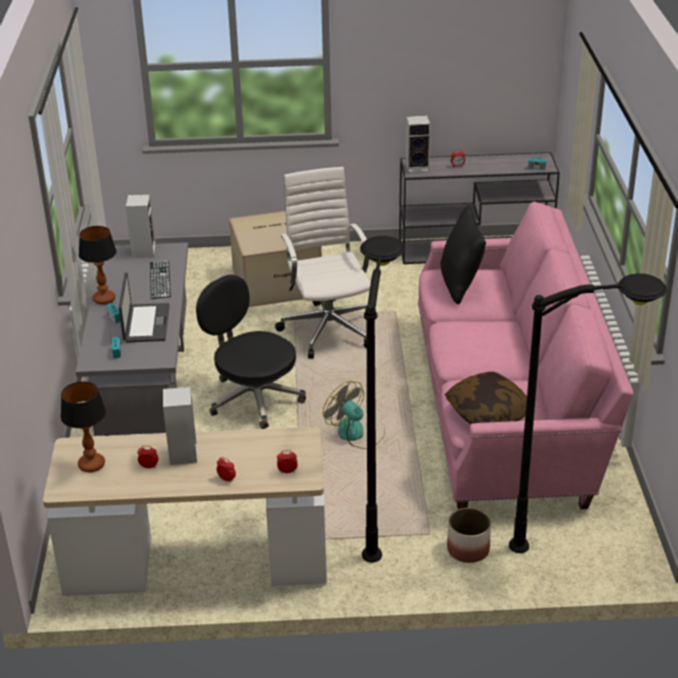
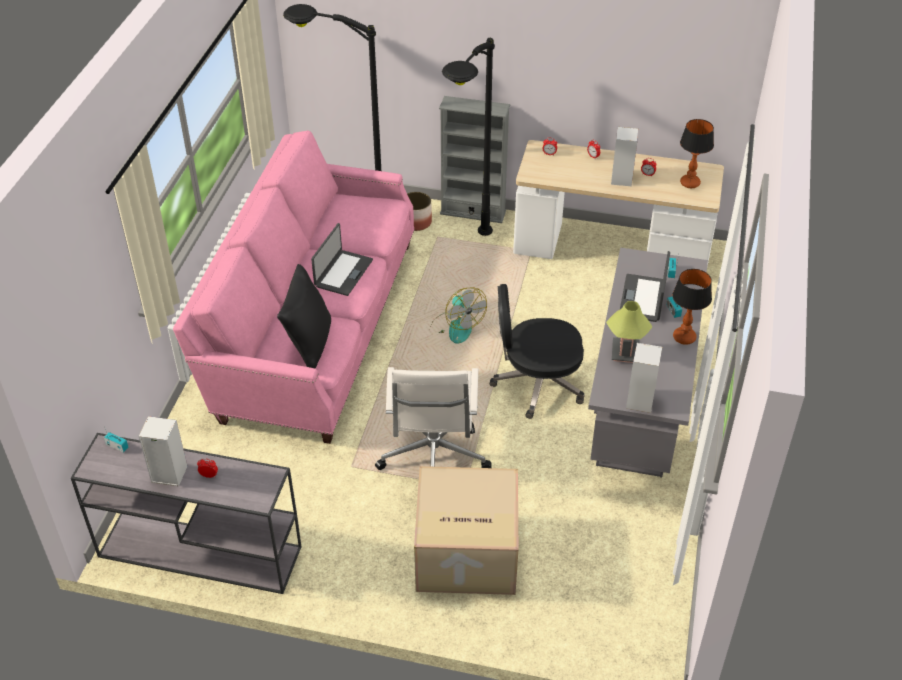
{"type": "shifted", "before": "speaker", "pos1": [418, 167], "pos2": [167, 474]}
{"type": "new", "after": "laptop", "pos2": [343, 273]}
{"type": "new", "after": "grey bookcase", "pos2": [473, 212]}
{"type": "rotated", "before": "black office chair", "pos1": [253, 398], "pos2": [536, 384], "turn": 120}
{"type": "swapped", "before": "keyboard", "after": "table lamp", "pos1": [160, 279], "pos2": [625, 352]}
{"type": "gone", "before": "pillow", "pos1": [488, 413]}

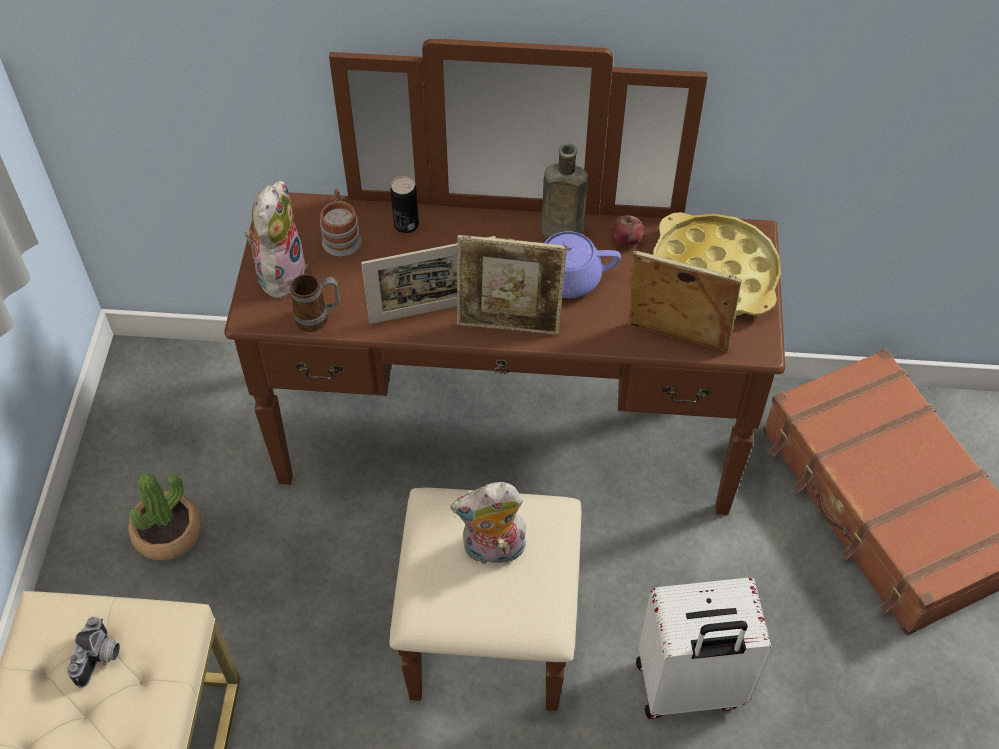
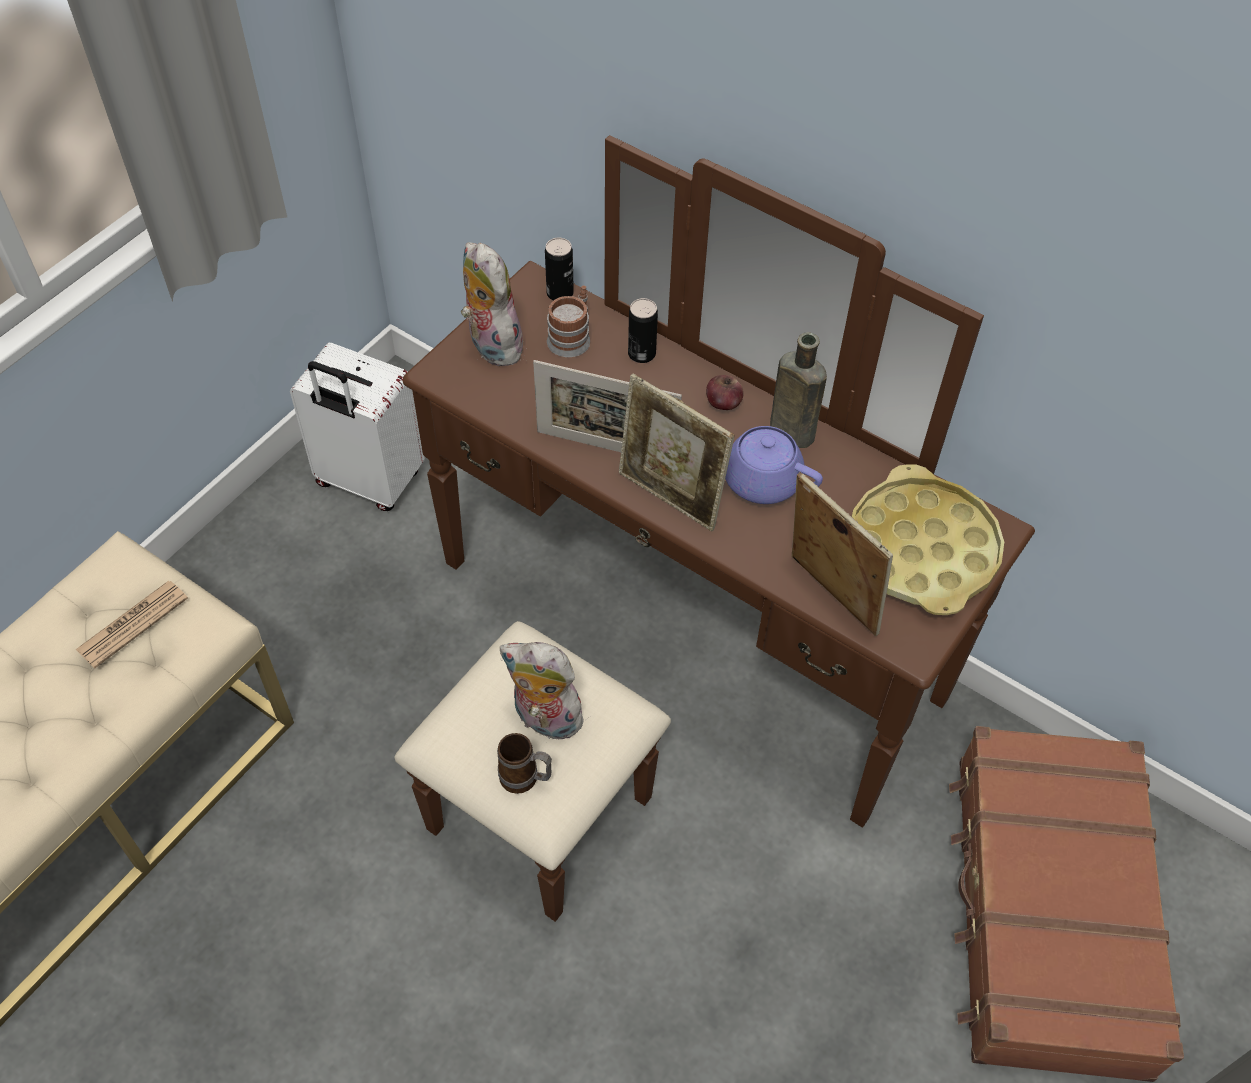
{"type": "swapped", "before": "photo camera", "after": "newspaper", "pos1": [100, 659], "pos2": [132, 624]}
{"type": "shifted", "before": "white suitcase", "pos1": [689, 688], "pos2": [368, 481]}
{"type": "rotated", "before": "plush toy", "pos1": [280, 272], "pos2": [491, 344], "turn": -75}
{"type": "shifted", "before": "mug", "pos1": [318, 318], "pos2": [526, 779]}
{"type": "new", "after": "can", "pos2": [560, 293]}
{"type": "shifted", "before": "apple", "pos1": [626, 239], "pos2": [723, 403]}
{"type": "gone", "before": "potted plant", "pos1": [168, 533]}

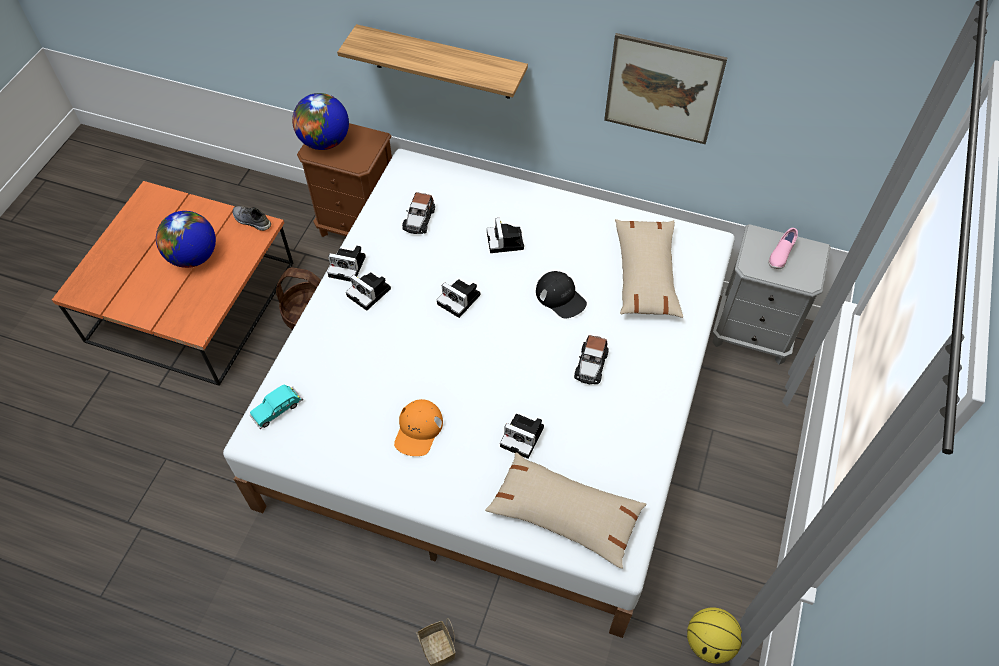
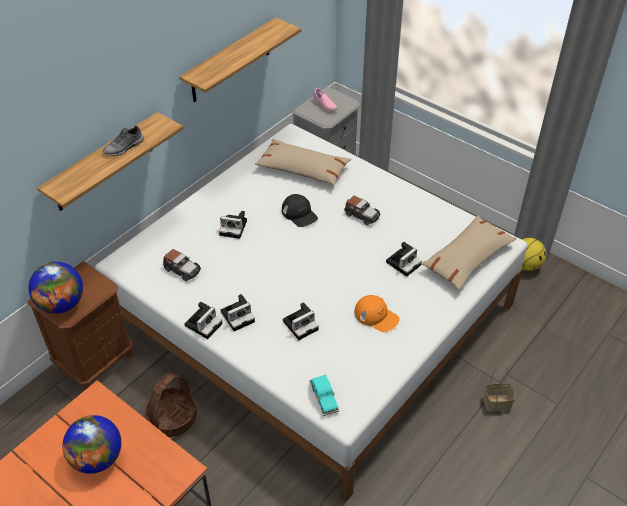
{"type": "shifted", "before": "grey shoe", "pos1": [251, 221], "pos2": [124, 148]}
{"type": "swapped", "before": "picture", "after": "shelf", "pos1": [662, 89], "pos2": [231, 61]}
{"type": "rotated", "before": "black cap", "pos1": [560, 297], "pos2": [299, 213], "turn": 75}
{"type": "shifted", "before": "photo camera", "pos1": [460, 300], "pos2": [301, 324]}

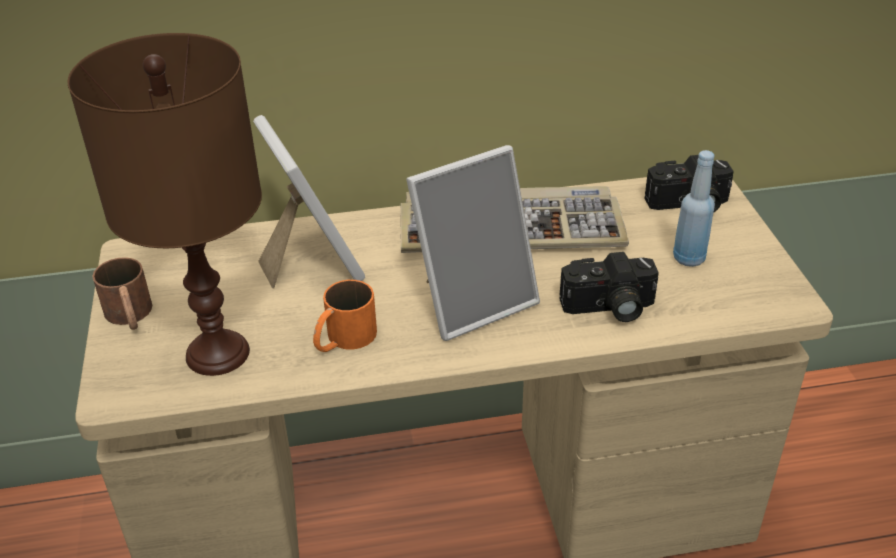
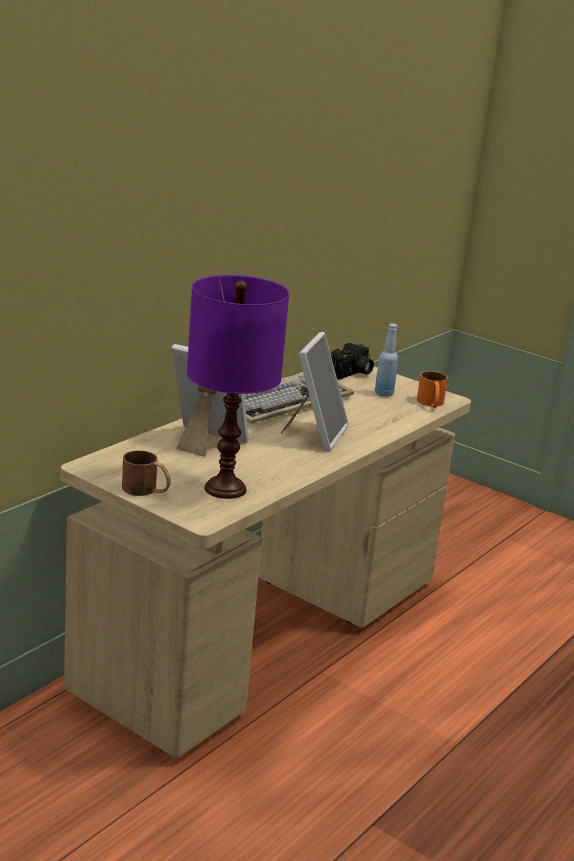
{"type": "repainted", "before": "brown table lamp", "after": "purple table lamp", "pos1": [218, 354], "pos2": [226, 489]}
{"type": "shifted", "before": "orange mug", "pos1": [343, 339], "pos2": [431, 404]}
{"type": "gone", "before": "photo camera", "pos1": [609, 308]}

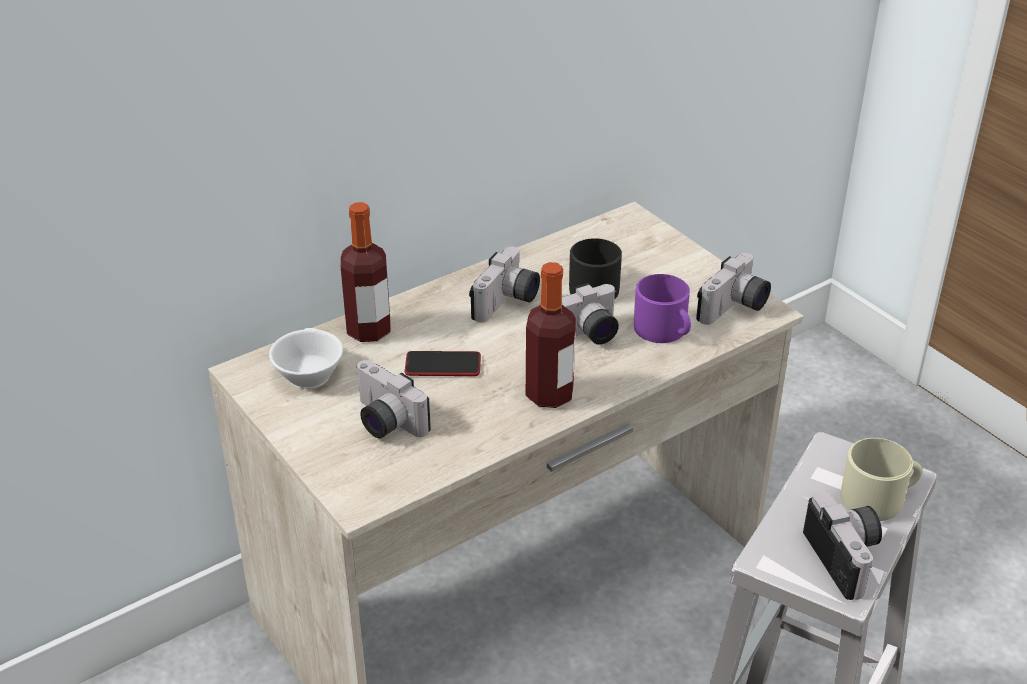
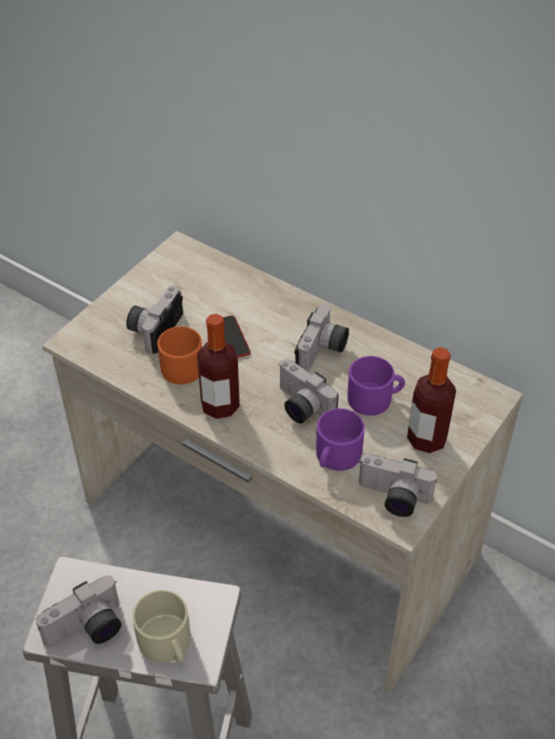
{"type": "new", "after": "orange mug", "pos2": [182, 364]}
{"type": "rotated", "before": "photo camera", "pos1": [507, 303], "pos2": [323, 352], "turn": -75}
{"type": "repainted", "before": "black mug", "after": "purple mug", "pos1": [595, 286], "pos2": [375, 398]}
{"type": "shifted", "before": "bottle", "pos1": [369, 330], "pos2": [426, 439]}
{"type": "gone", "before": "white cup", "pos1": [306, 374]}

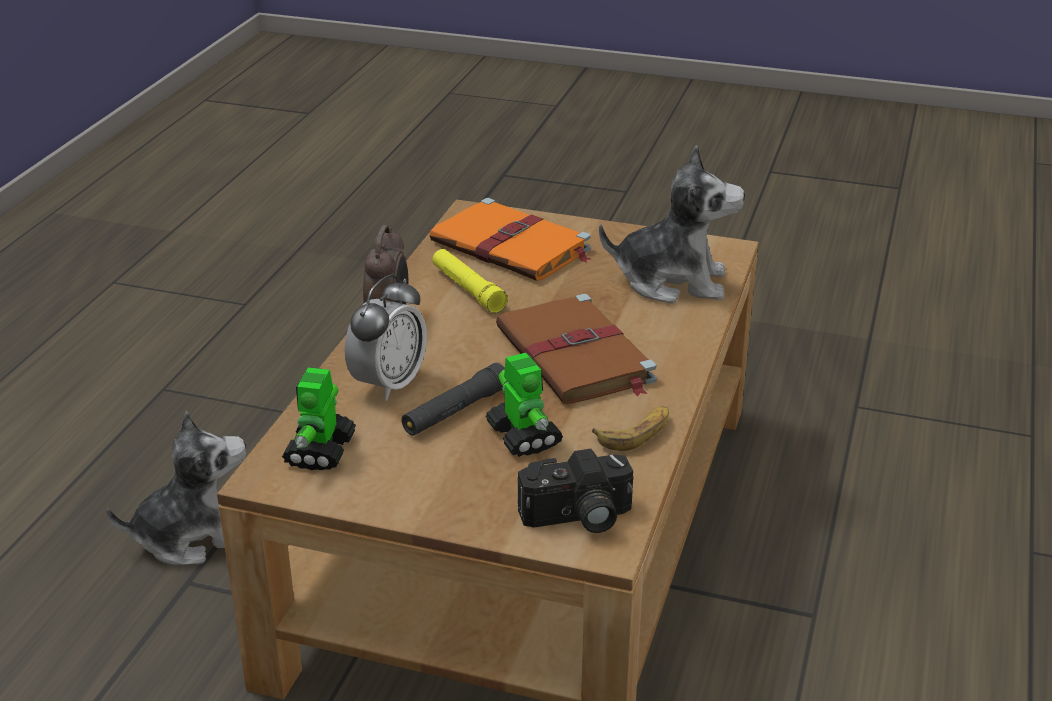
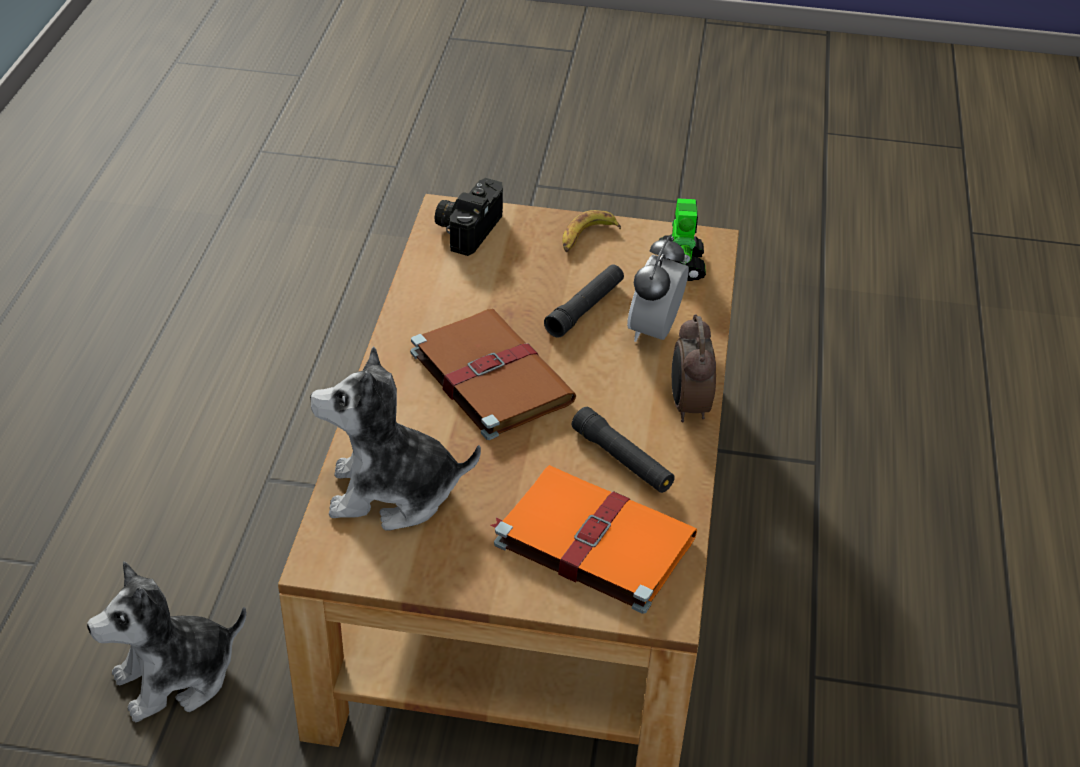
{"type": "shifted", "before": "plush toy", "pos1": [192, 537], "pos2": [176, 677]}
{"type": "rotated", "before": "photo camera", "pos1": [577, 518], "pos2": [467, 228], "turn": -45}
{"type": "shifted", "before": "banana", "pos1": [635, 433], "pos2": [586, 238]}
{"type": "repainted", "before": "yellow flashlight", "after": "black flashlight", "pos1": [468, 289], "pos2": [622, 460]}
{"type": "gone", "before": "toy robot", "pos1": [523, 435]}

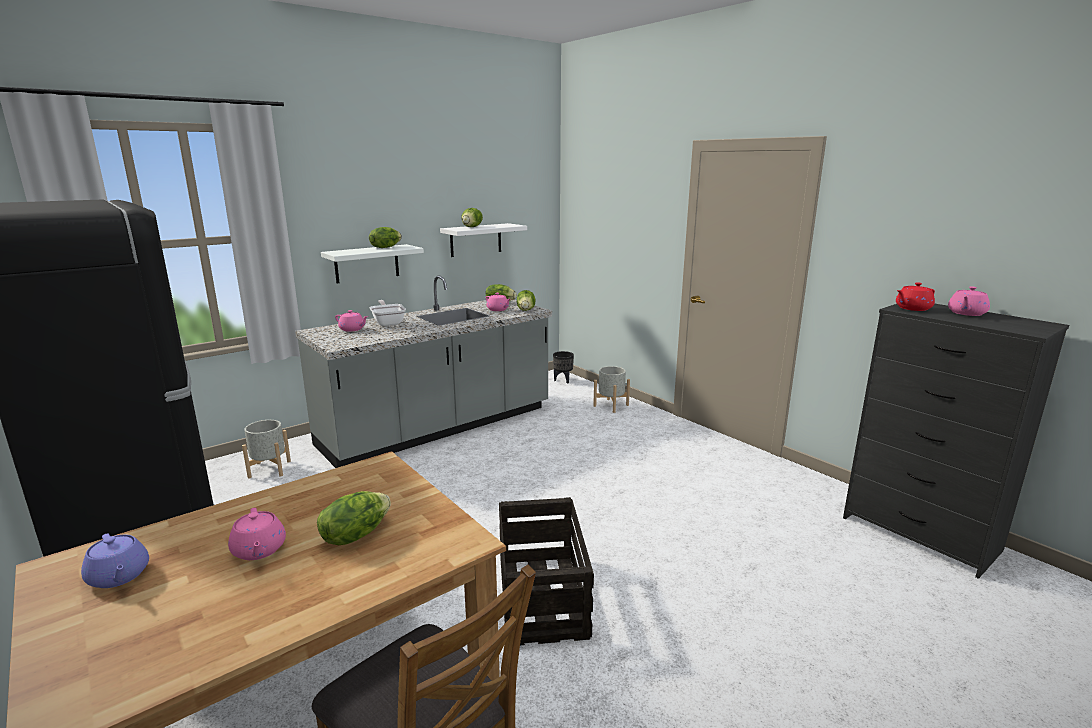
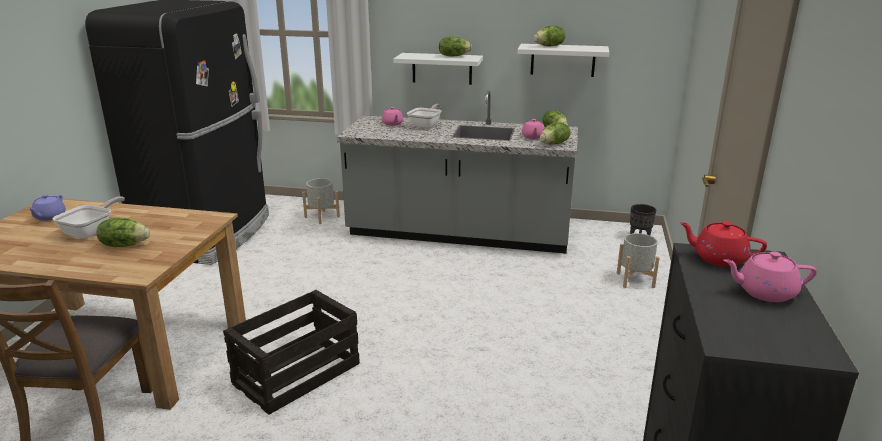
{"type": "swapped", "before": "pink teapot", "after": "frying pan", "pos1": [259, 550], "pos2": [91, 231]}

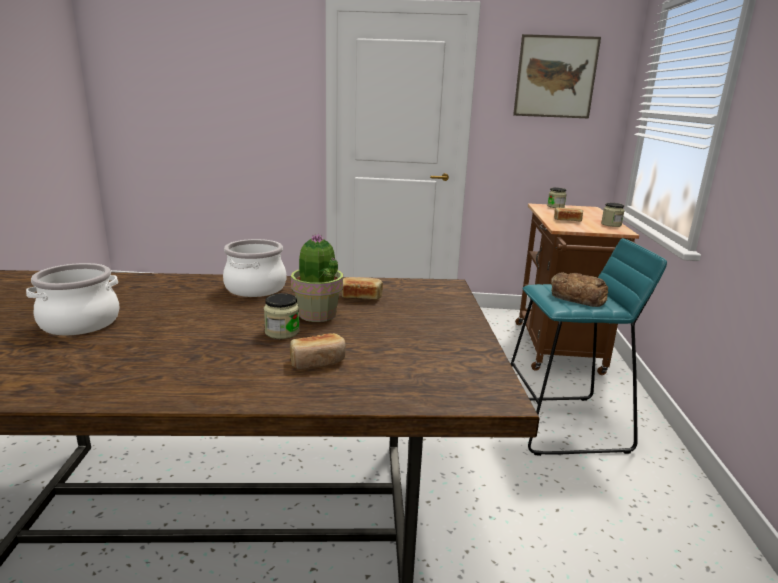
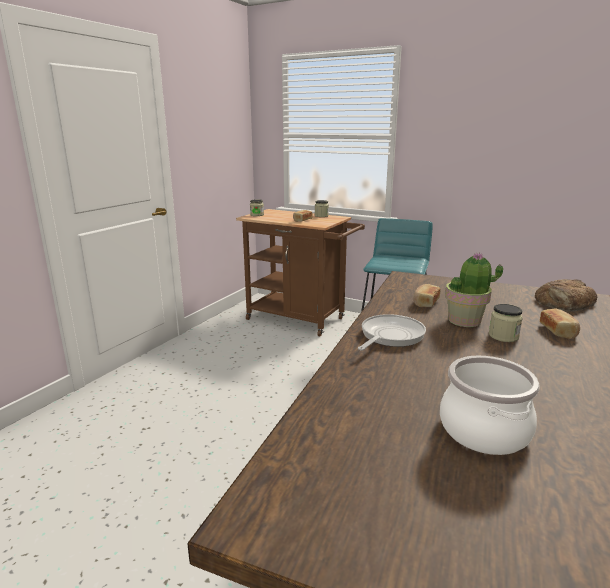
{"type": "swapped", "before": "cooking pot", "after": "frying pan", "pos1": [255, 288], "pos2": [390, 336]}
{"type": "shifted", "before": "bread", "pos1": [578, 296], "pos2": [564, 302]}
{"type": "gone", "before": "picture", "pos1": [555, 77]}

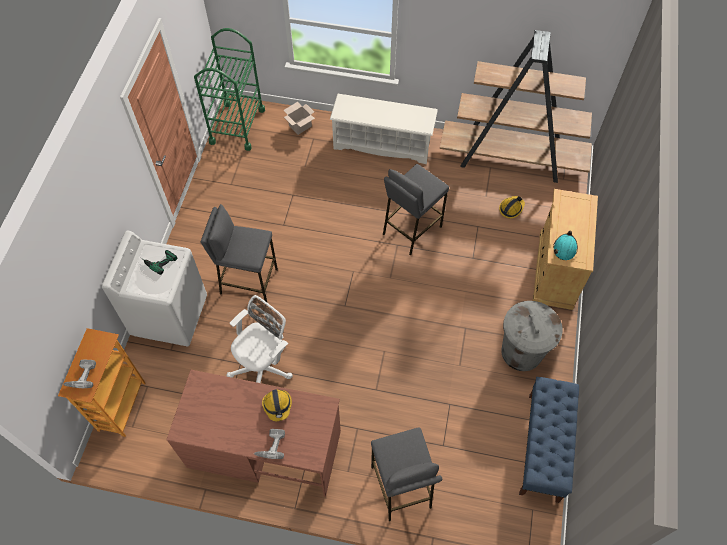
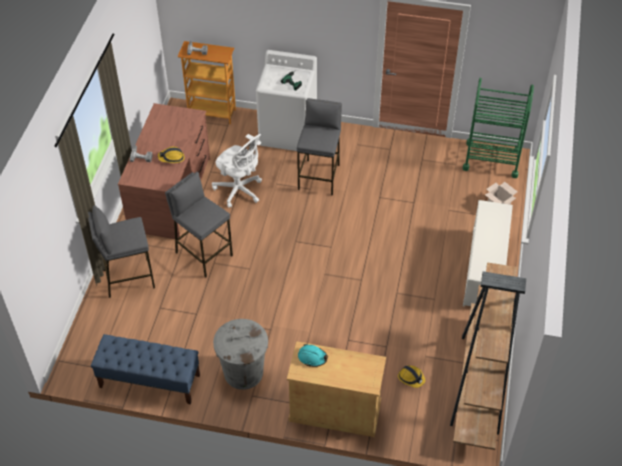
{"type": "shifted", "before": "grey stool", "pos1": [411, 230], "pos2": [203, 254]}

